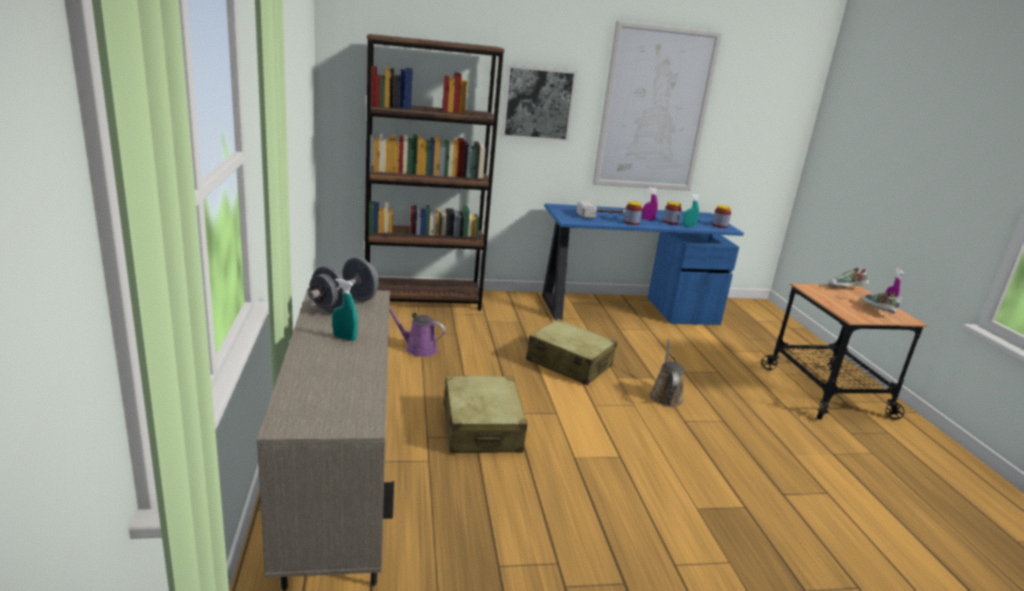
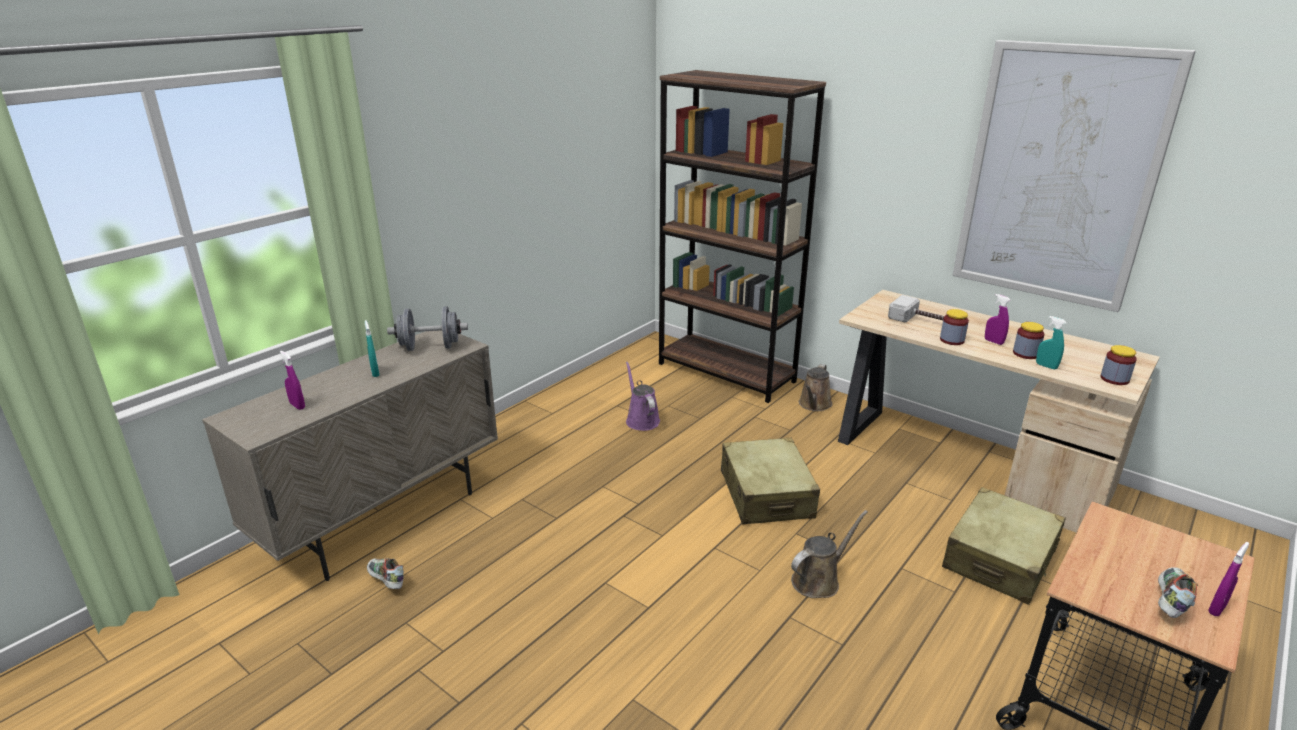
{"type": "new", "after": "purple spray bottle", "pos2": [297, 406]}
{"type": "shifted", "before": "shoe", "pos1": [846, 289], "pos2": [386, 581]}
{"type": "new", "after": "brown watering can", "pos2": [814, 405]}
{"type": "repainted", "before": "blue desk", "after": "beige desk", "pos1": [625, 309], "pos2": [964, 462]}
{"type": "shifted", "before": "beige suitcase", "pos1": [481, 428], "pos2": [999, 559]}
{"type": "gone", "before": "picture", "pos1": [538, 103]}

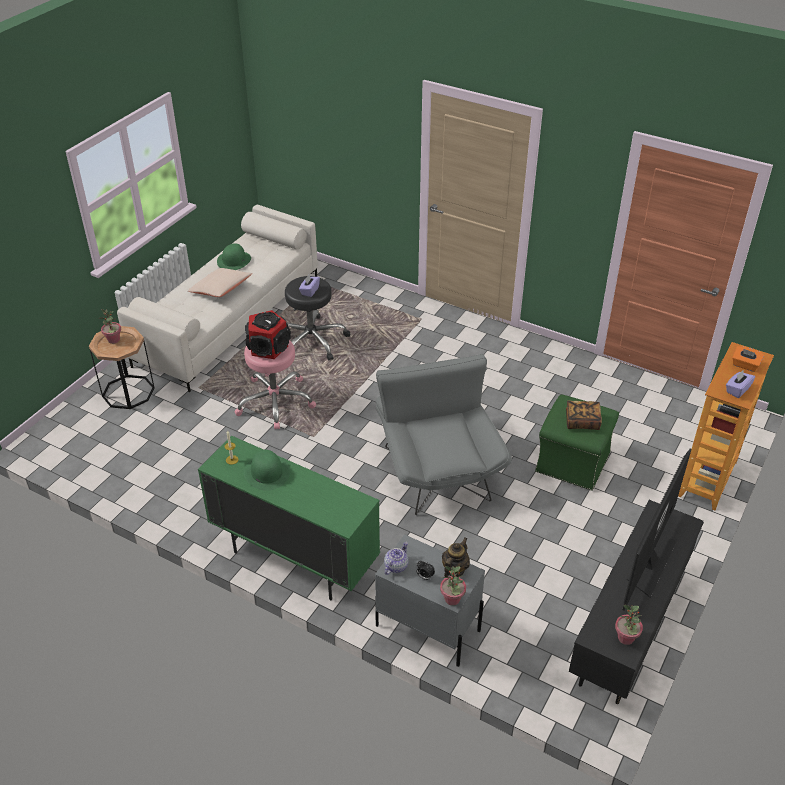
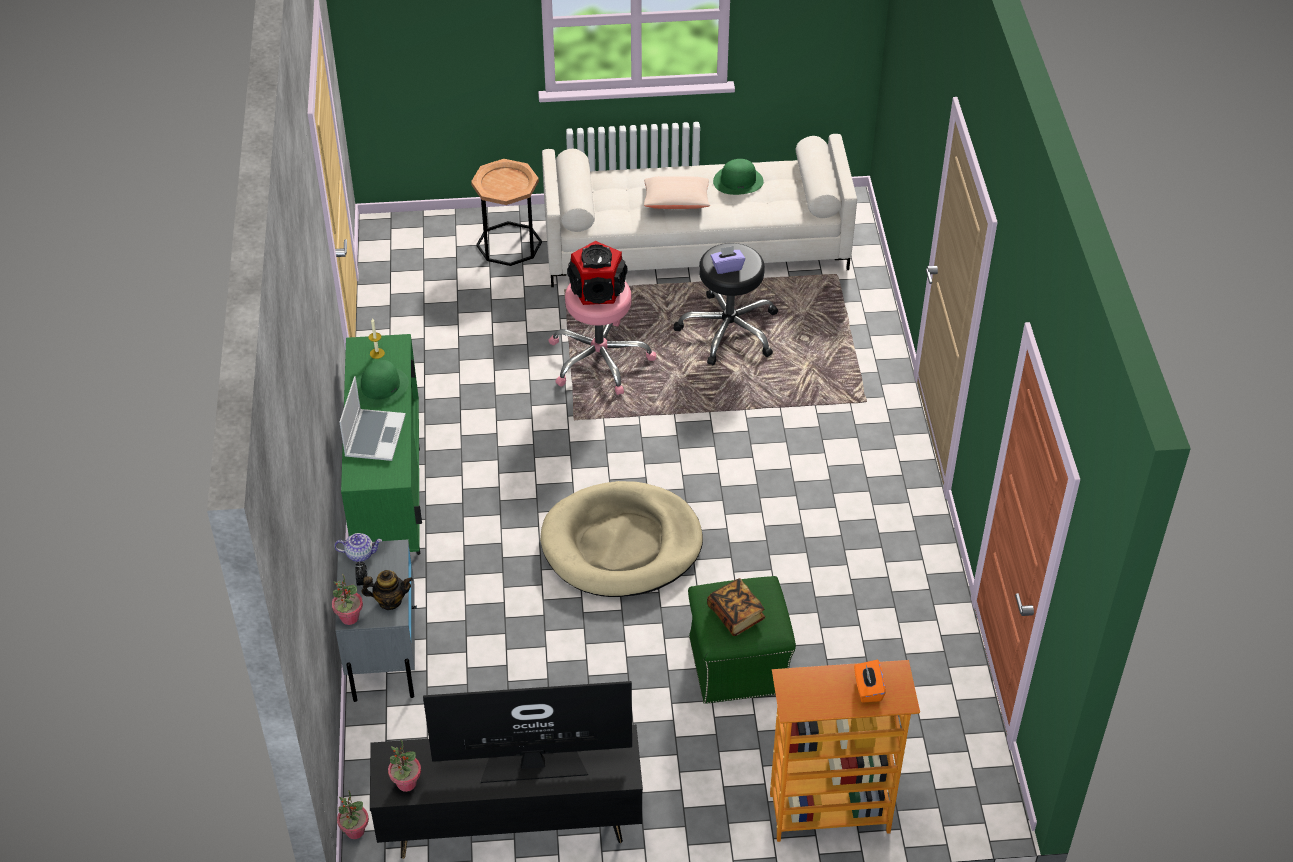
{"type": "shifted", "before": "potted plant", "pos1": [113, 340], "pos2": [355, 831]}
{"type": "new", "after": "laptop", "pos2": [374, 436]}
{"type": "swapped", "before": "grey armchair", "after": "beige dog bed", "pos1": [436, 465], "pos2": [621, 544]}
{"type": "gone", "before": "purple tissue box", "pos1": [737, 390]}

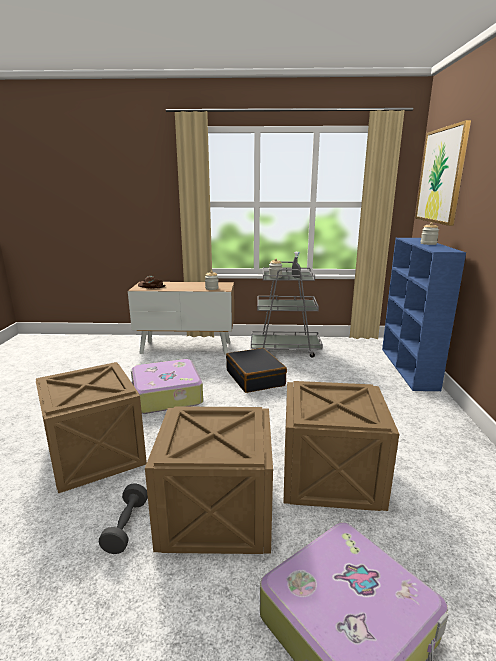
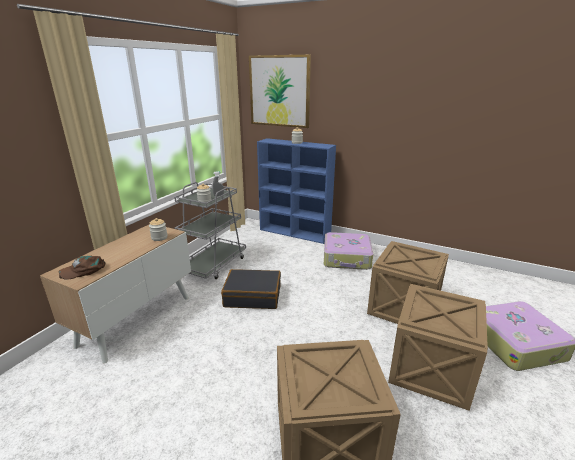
{"type": "shifted", "before": "suitcase", "pos1": [166, 395], "pos2": [347, 258]}
{"type": "gone", "before": "grey dumbbell", "pos1": [126, 526]}

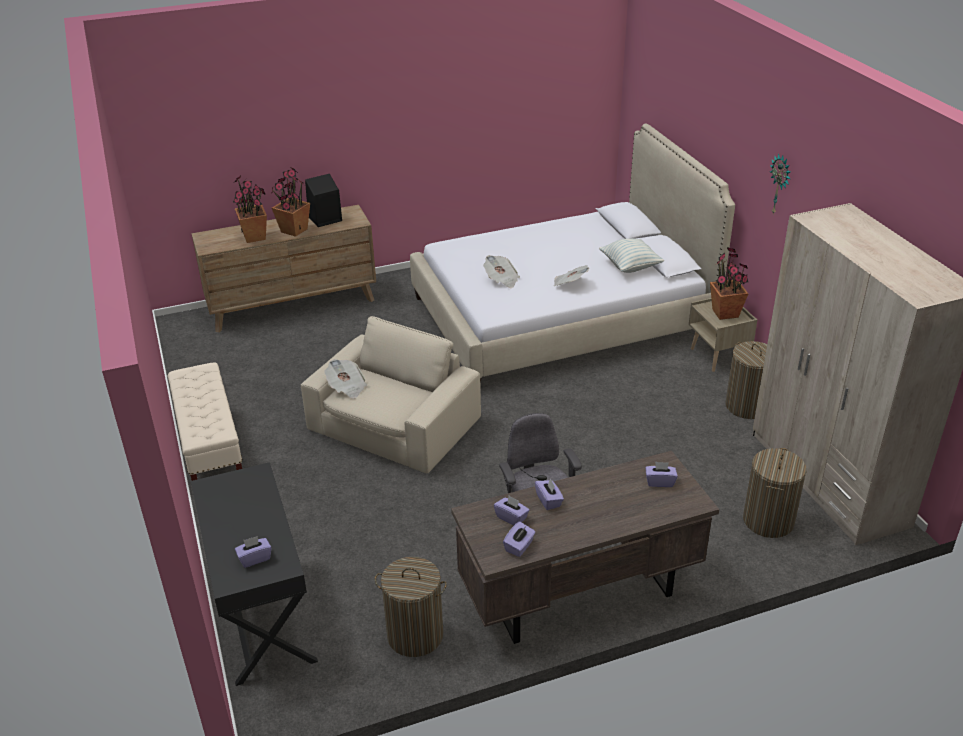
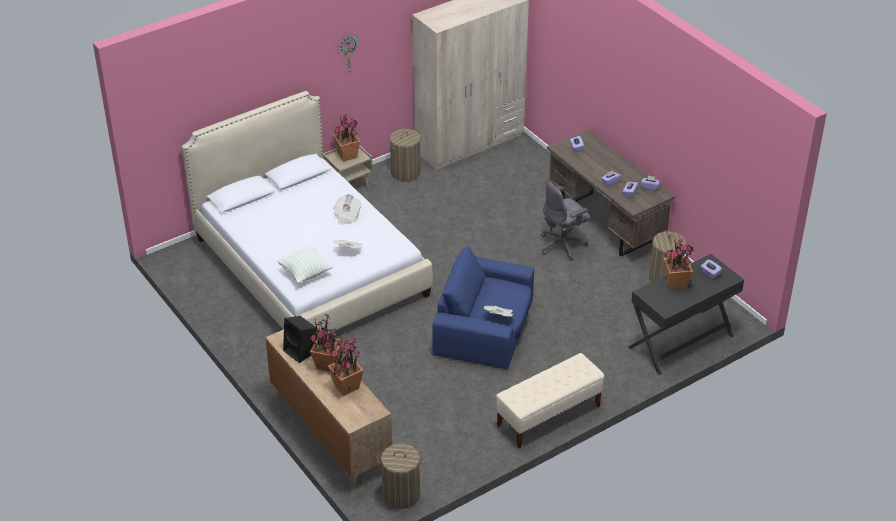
{"type": "shifted", "before": "pillow", "pos1": [630, 266], "pos2": [306, 273]}
{"type": "shifted", "before": "laundry basket", "pos1": [768, 521], "pos2": [401, 495]}
{"type": "repainted", "before": "beige armchair", "after": "blue armchair", "pos1": [393, 426], "pos2": [485, 327]}
{"type": "new", "after": "potted plant", "pos2": [675, 283]}

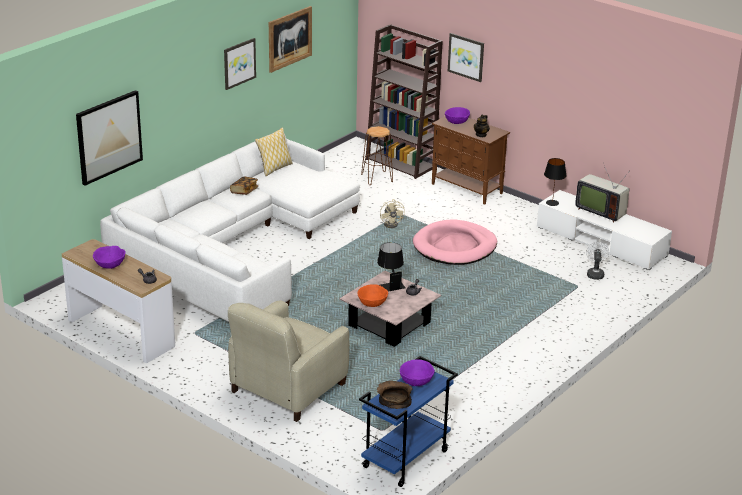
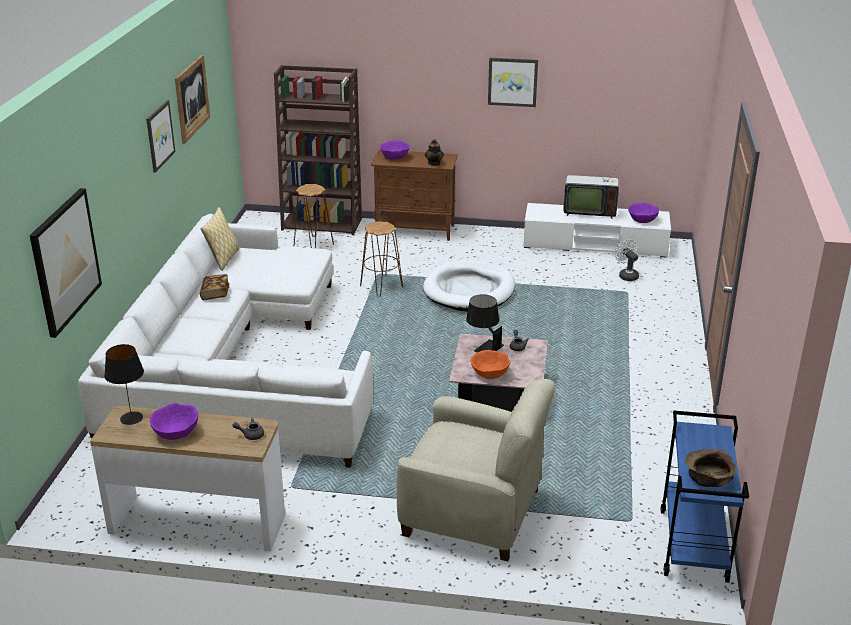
{"type": "shifted", "before": "black table lamp", "pos1": [552, 202], "pos2": [131, 418]}
{"type": "swapped", "before": "beige fan", "after": "brown stool", "pos1": [392, 224], "pos2": [381, 286]}
{"type": "rotated", "before": "beige armchair", "pos1": [287, 388], "pos2": [474, 513], "turn": -75}
{"type": "repainted", "before": "pink dog bed", "after": "white dog bed", "pos1": [455, 246], "pos2": [469, 290]}
{"type": "shifted", "before": "picture", "pos1": [466, 57], "pos2": [512, 82]}
{"type": "shifted", "before": "purple bowl", "pos1": [416, 381], "pos2": [642, 220]}

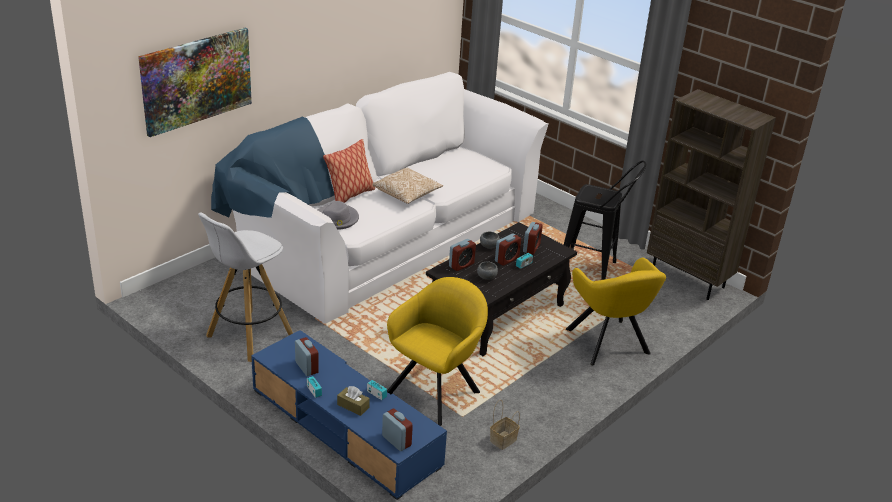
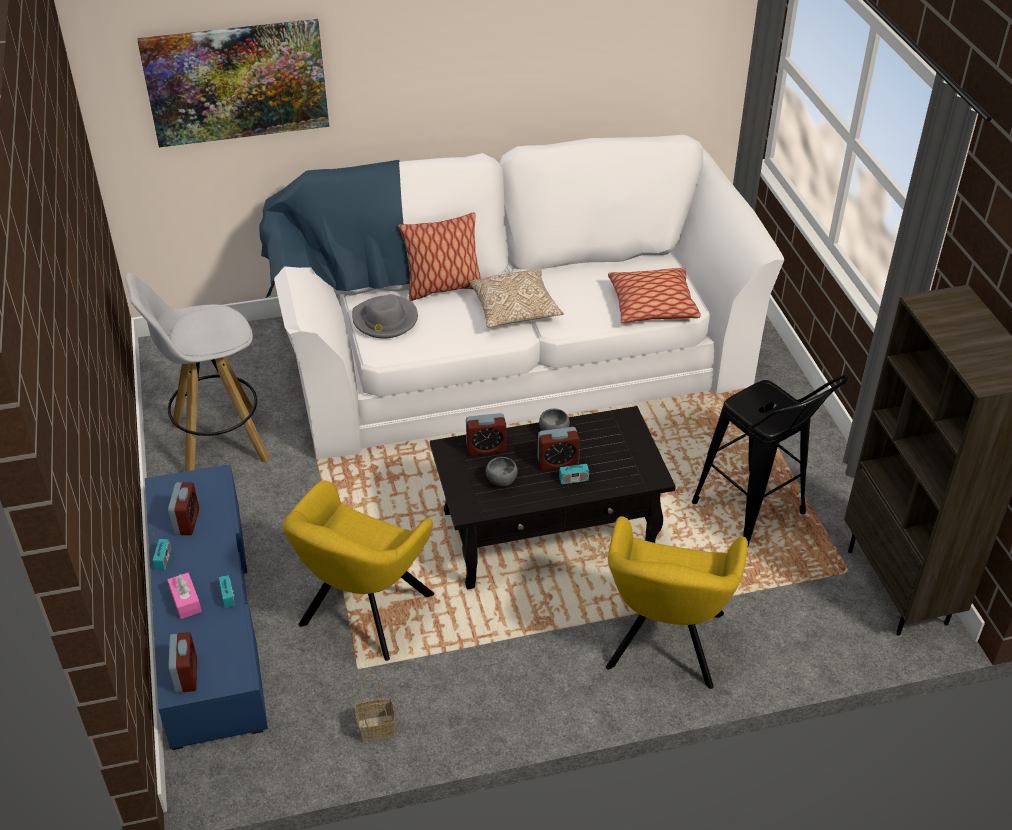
{"type": "repainted", "before": "brown tissue box", "after": "pink tissue box", "pos1": [353, 406], "pos2": [185, 601]}
{"type": "rotated", "before": "yellow armchair", "pos1": [436, 390], "pos2": [362, 615], "turn": 135}
{"type": "new", "after": "pillow", "pos2": [652, 305]}
{"type": "gone", "before": "alarm clock", "pos1": [531, 248]}

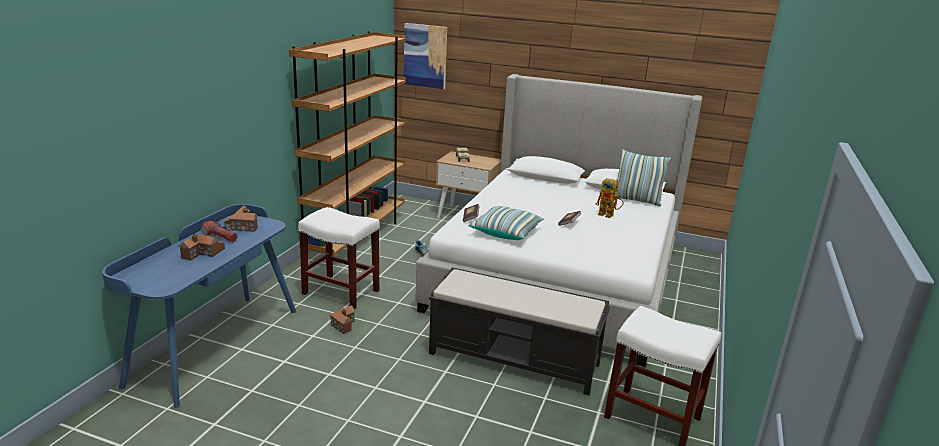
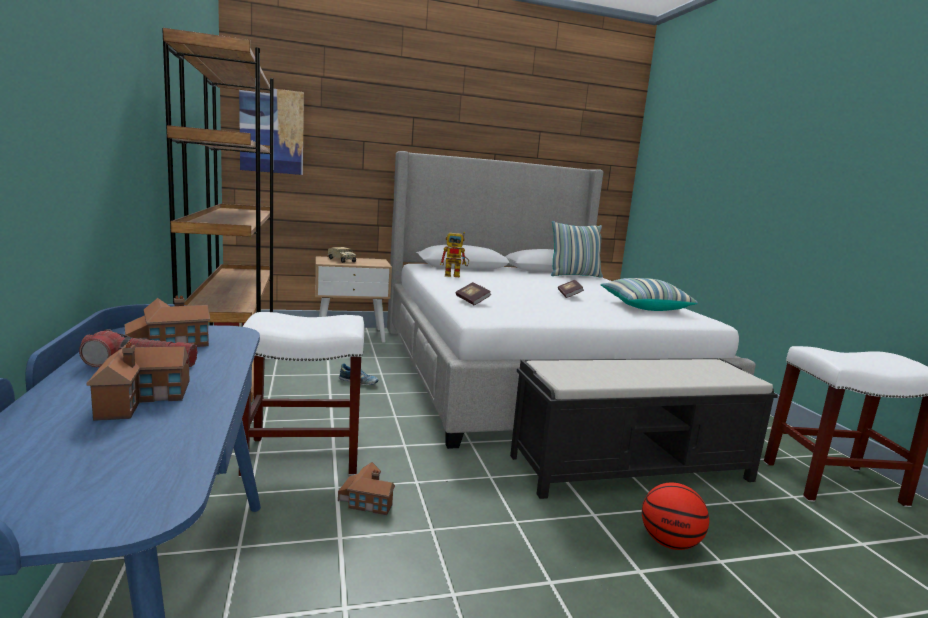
{"type": "shifted", "before": "toy robot", "pos1": [609, 215], "pos2": [456, 276]}
{"type": "shifted", "before": "pillow", "pos1": [506, 232], "pos2": [644, 307]}
{"type": "new", "after": "basketball", "pos2": [669, 543]}

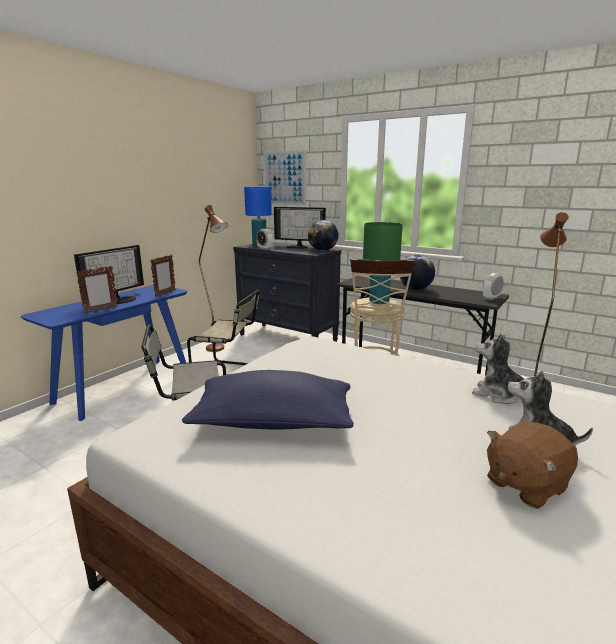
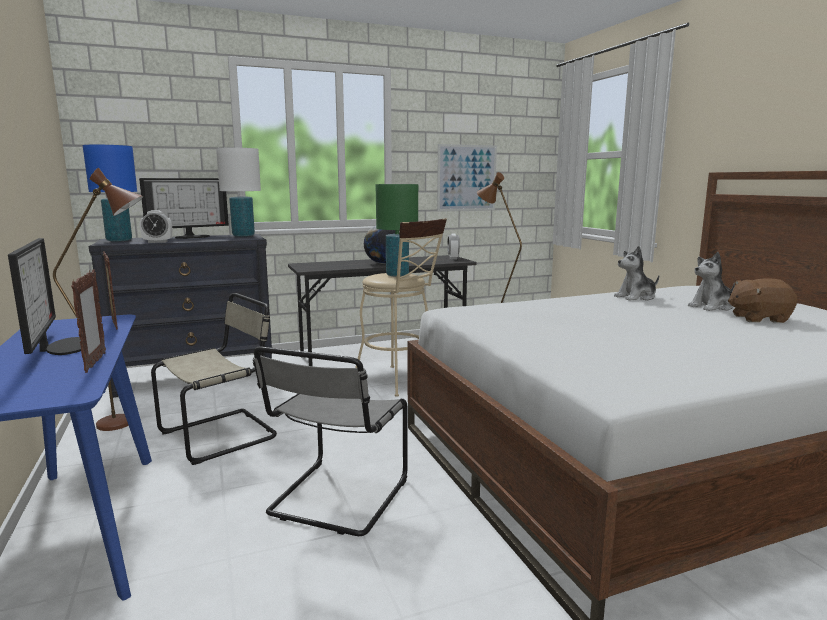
{"type": "swapped", "before": "globe", "after": "white table lamp", "pos1": [323, 250], "pos2": [243, 235]}
{"type": "shifted", "before": "picture", "pos1": [285, 178], "pos2": [466, 178]}
{"type": "rotated", "before": "brown plush toy", "pos1": [525, 484], "pos2": [758, 318], "turn": 90}
{"type": "gone", "before": "blue pillow", "pos1": [273, 422]}

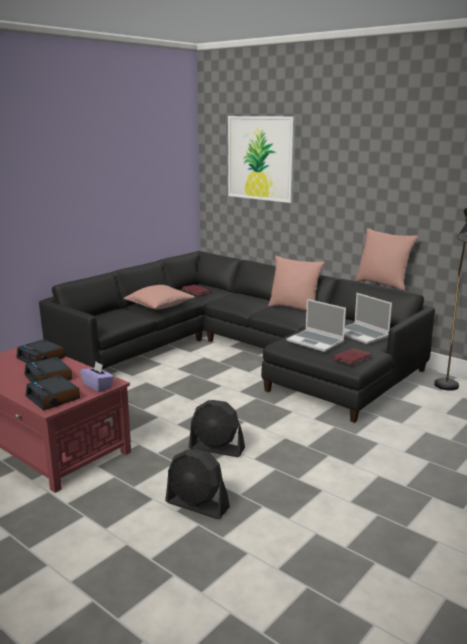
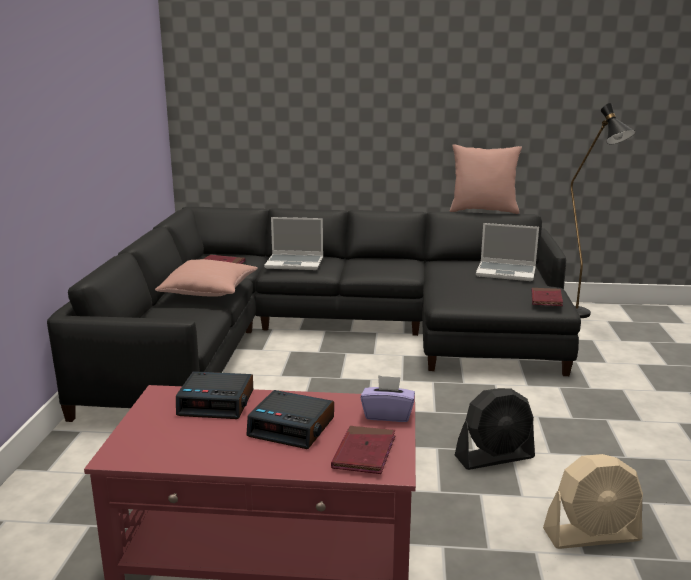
{"type": "shifted", "before": "laptop", "pos1": [316, 342], "pos2": [295, 263]}
{"type": "swapped", "before": "alarm clock", "after": "red book", "pos1": [53, 398], "pos2": [364, 453]}
{"type": "repainted", "before": "black fan", "after": "beige fan", "pos1": [197, 505], "pos2": [592, 535]}
{"type": "gone", "before": "picture", "pos1": [261, 158]}
{"type": "gone", "before": "pink pillow", "pos1": [294, 308]}

